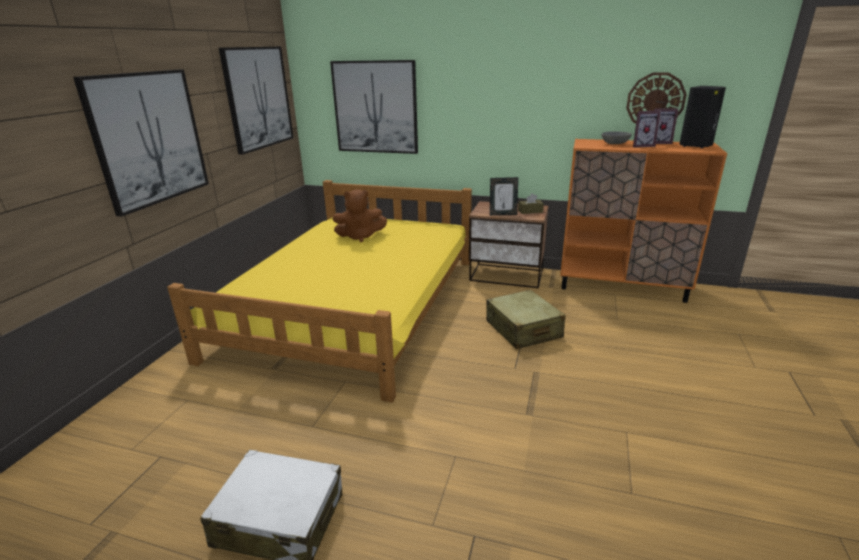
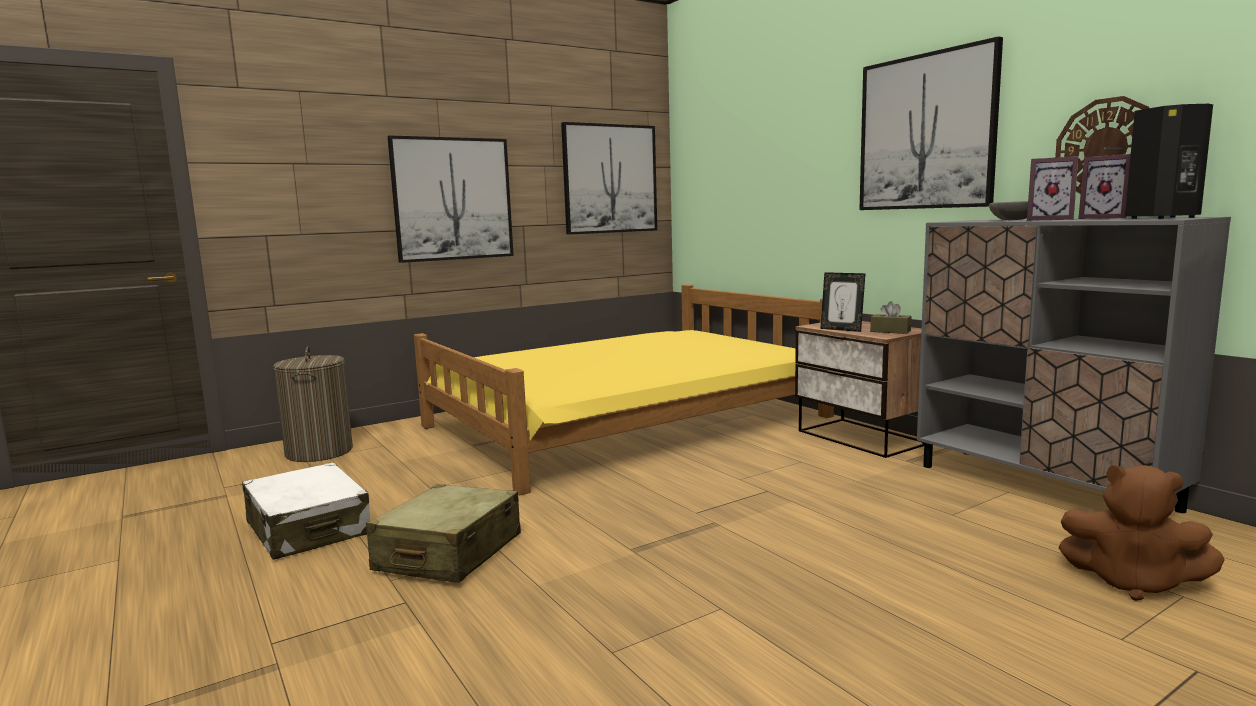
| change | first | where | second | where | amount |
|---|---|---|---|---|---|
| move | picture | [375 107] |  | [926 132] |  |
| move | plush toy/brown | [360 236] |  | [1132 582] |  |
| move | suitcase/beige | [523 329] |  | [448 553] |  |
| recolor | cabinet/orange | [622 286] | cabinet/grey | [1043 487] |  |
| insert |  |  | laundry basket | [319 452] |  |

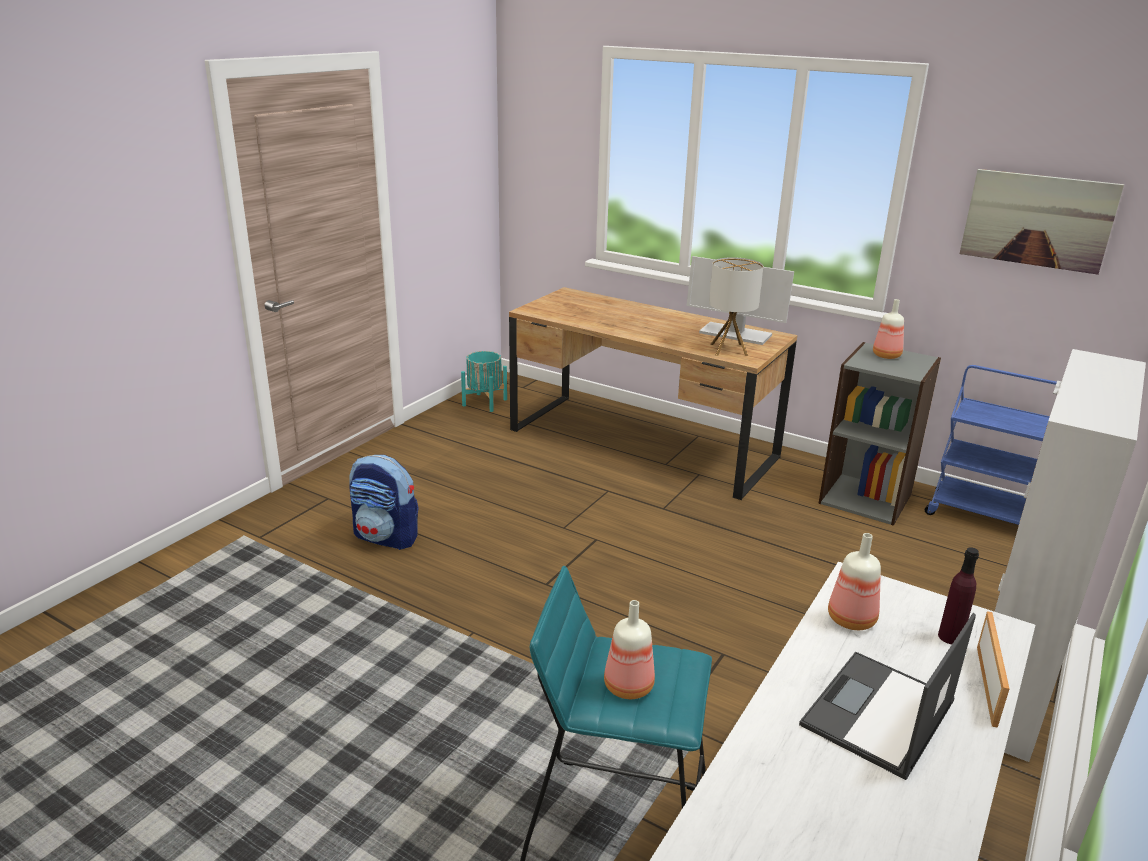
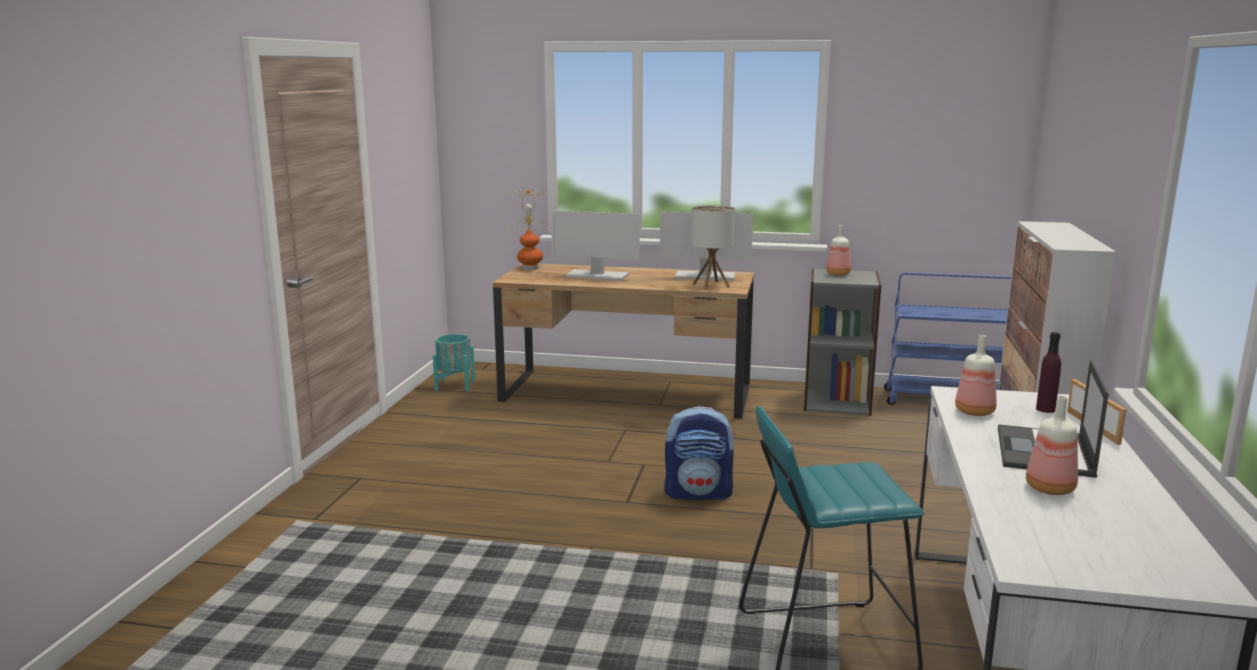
| change | first | where | second | where | amount |
|---|---|---|---|---|---|
| move | backpack | [386 537] |  | [699 493] |  |
| move | bottle | [628 688] |  | [1051 489] |  |
| delete | picture | [1037 220] |  |  |  |
| insert |  |  | table lamp | [530 268] |  |
| insert |  |  | monitor | [596 276] |  |

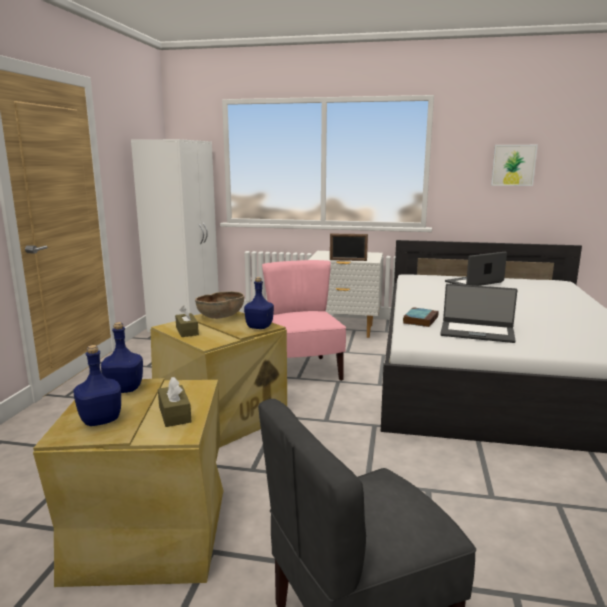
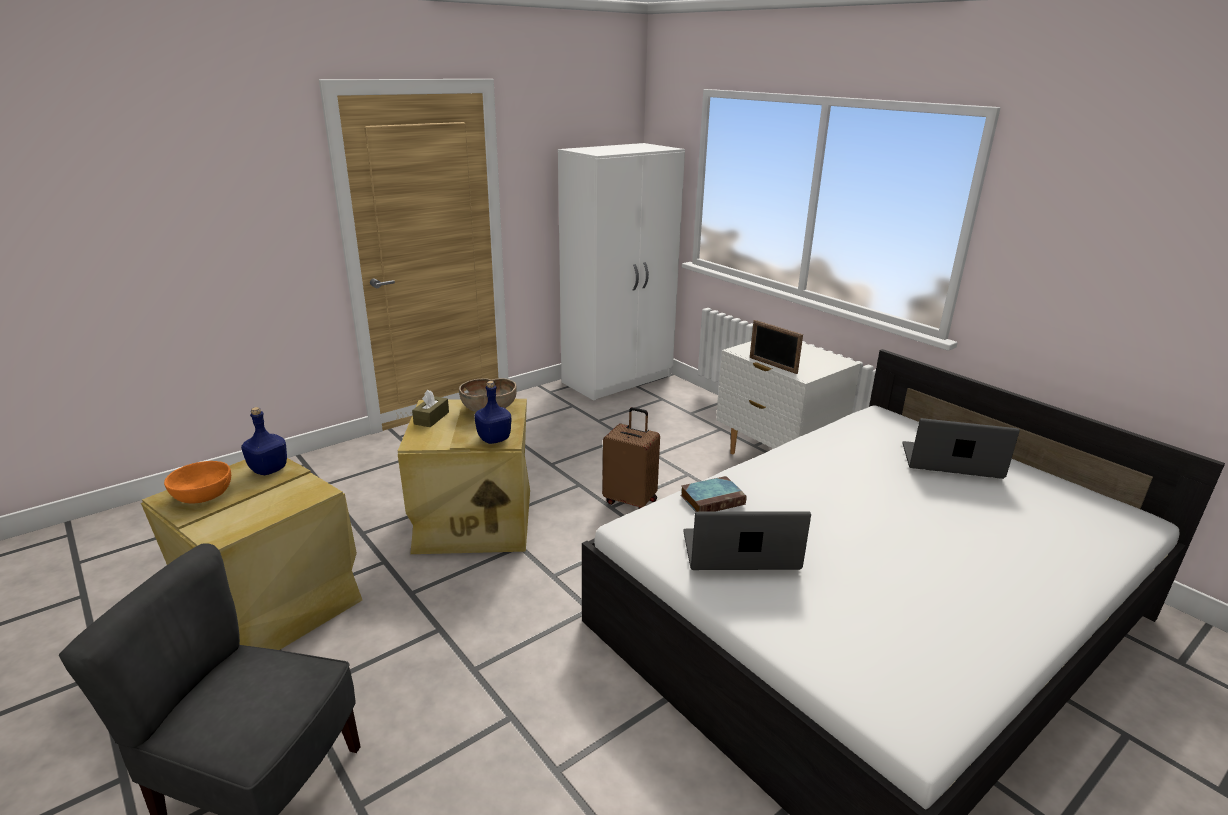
| change | first | where | second | where | amount |
|---|---|---|---|---|---|
| replace | bottle/blue | [99 420] | bowl/orange | [202 494] |  |
| delete | tissue box/brown | [174 414] |  |  |  |
| replace | chair/pink | [303 371] | suitcase/brown | [631 501] |  |
| rotate | laptop | [477 332] |  | [740 552] | 120 degrees clockwise |
| delete | picture | [513 165] |  |  |  |

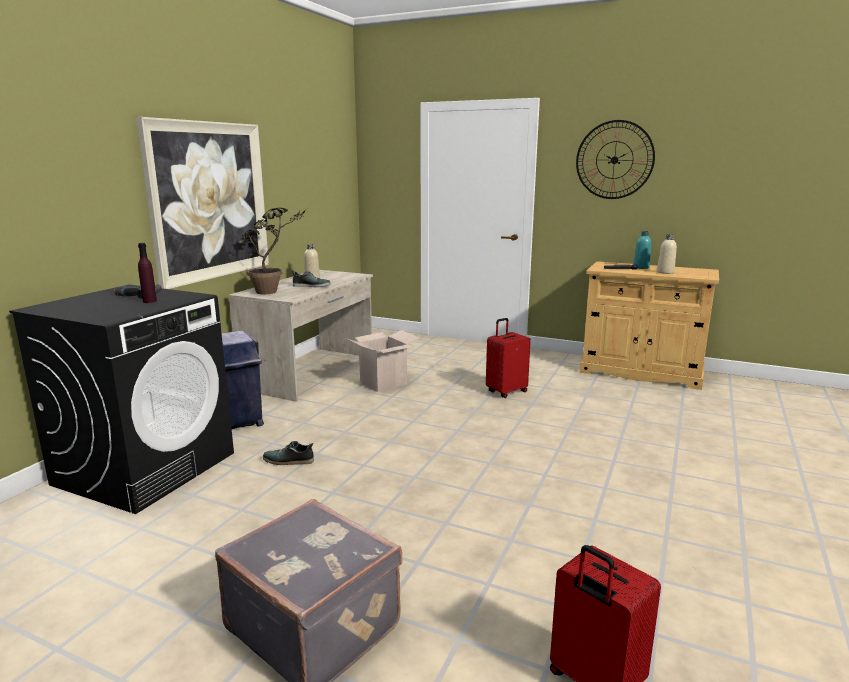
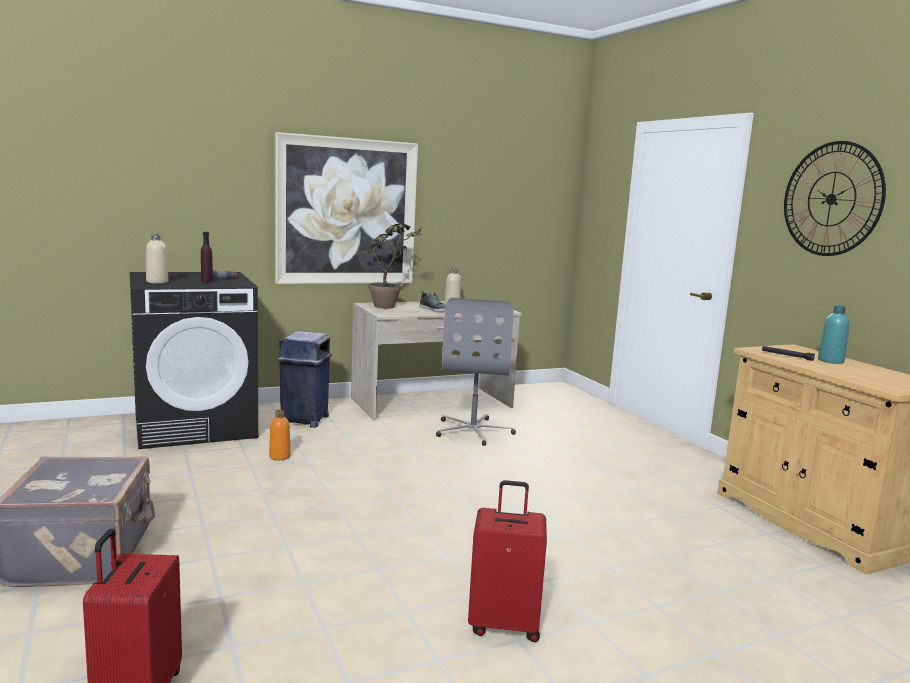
| change | first | where | second | where | amount |
|---|---|---|---|---|---|
| replace | shoe | [288 461] | bottle/orange | [279 457] |  |
| replace | cardboard box | [383 383] | office chair/grey | [473 431] |  |
| move | suitcase/red | [506 391] |  | [504 624] |  |
| move | bottle/beige | [665 272] |  | [157 282] |  |

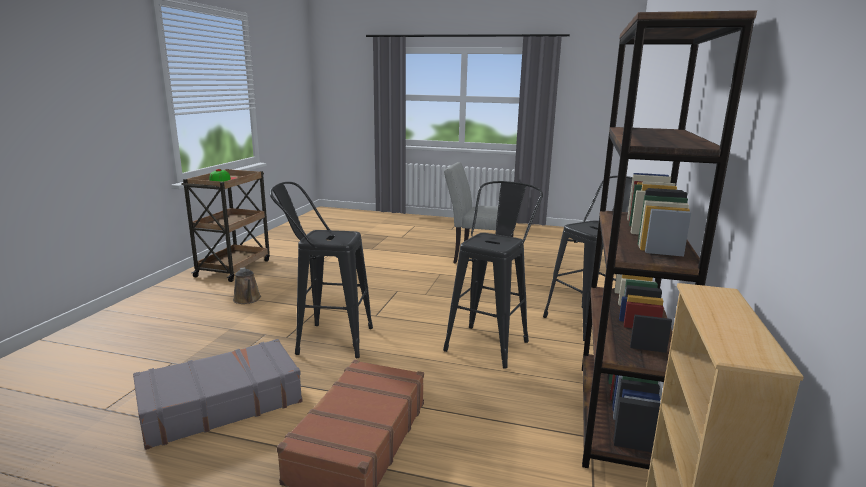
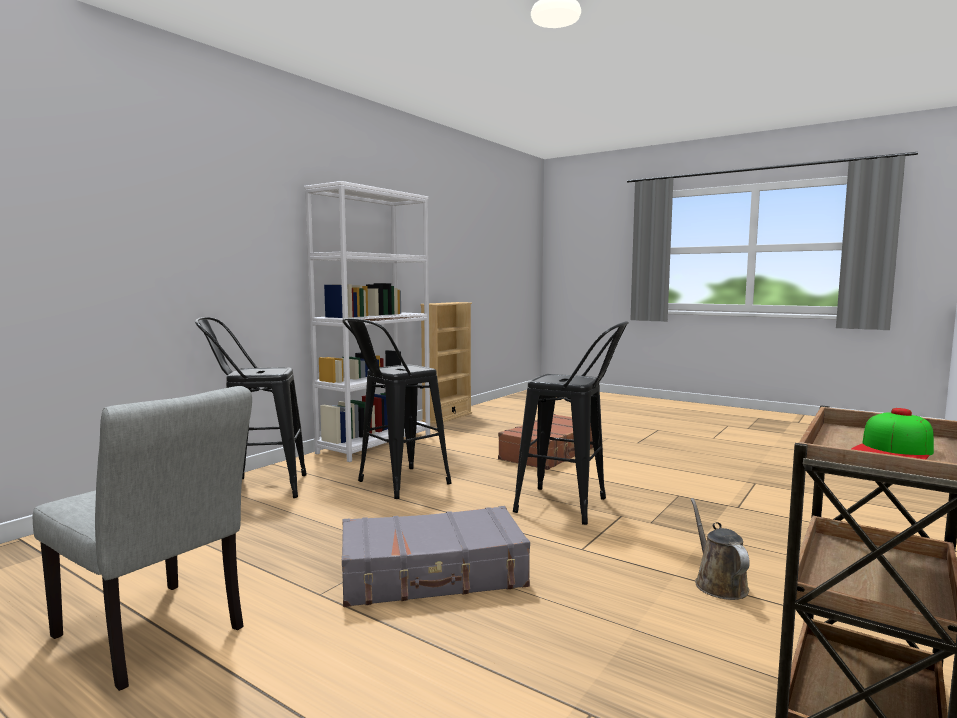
| change | first | where | second | where | amount |
|---|---|---|---|---|---|
| move | suitcase/grey | [220 404] |  | [433 575] |  |
| recolor | bookcase/brown | [617 417] | bookcase/white | [376 444] |  |

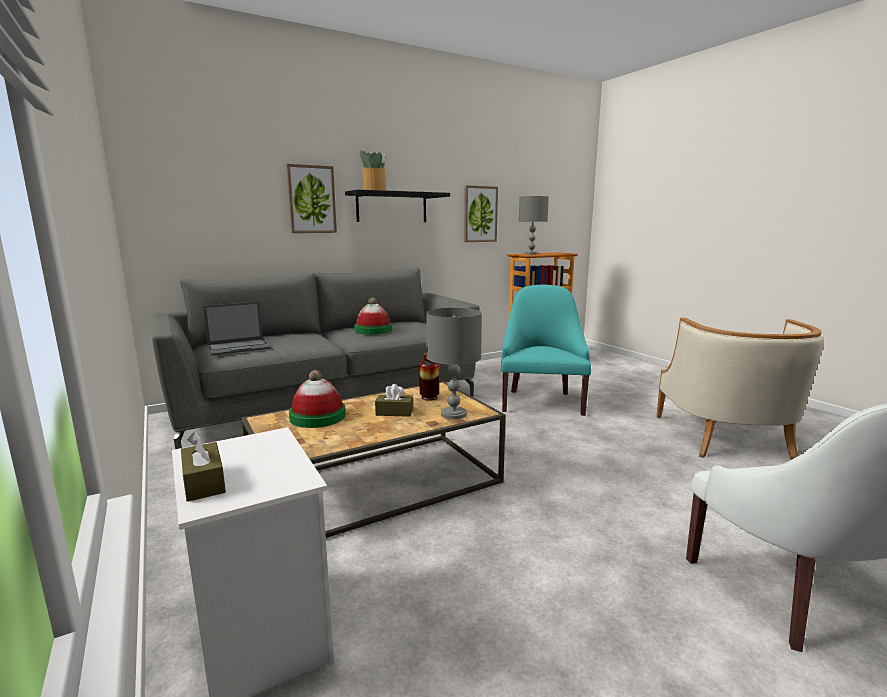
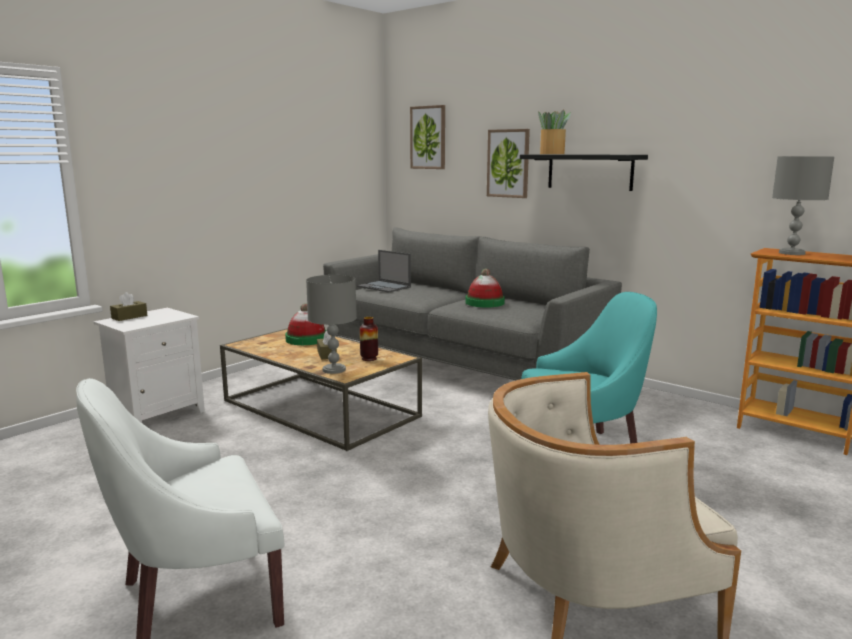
| change | first | where | second | where | amount |
|---|---|---|---|---|---|
| move | picture | [480 214] |  | [428 137] |  |

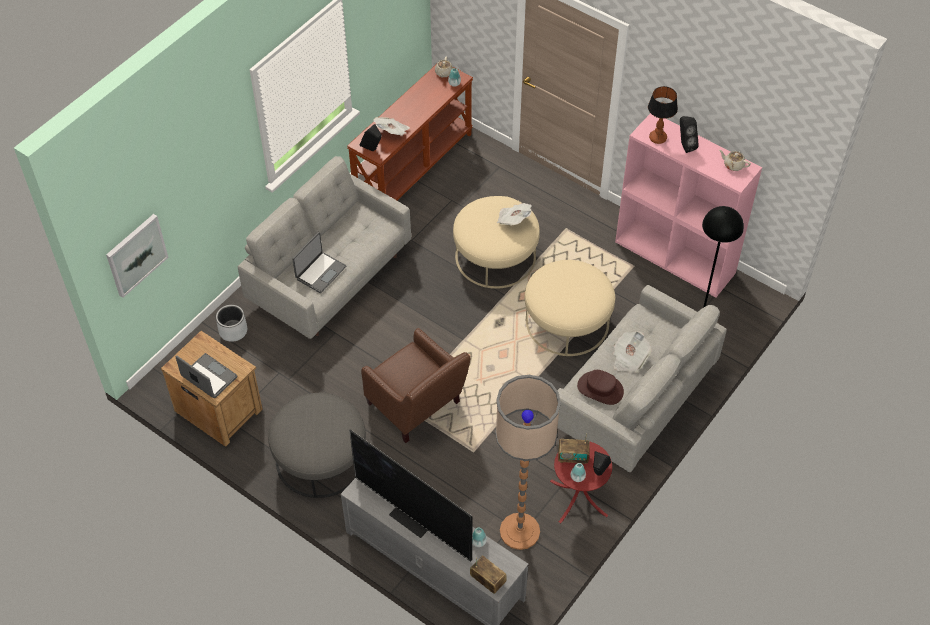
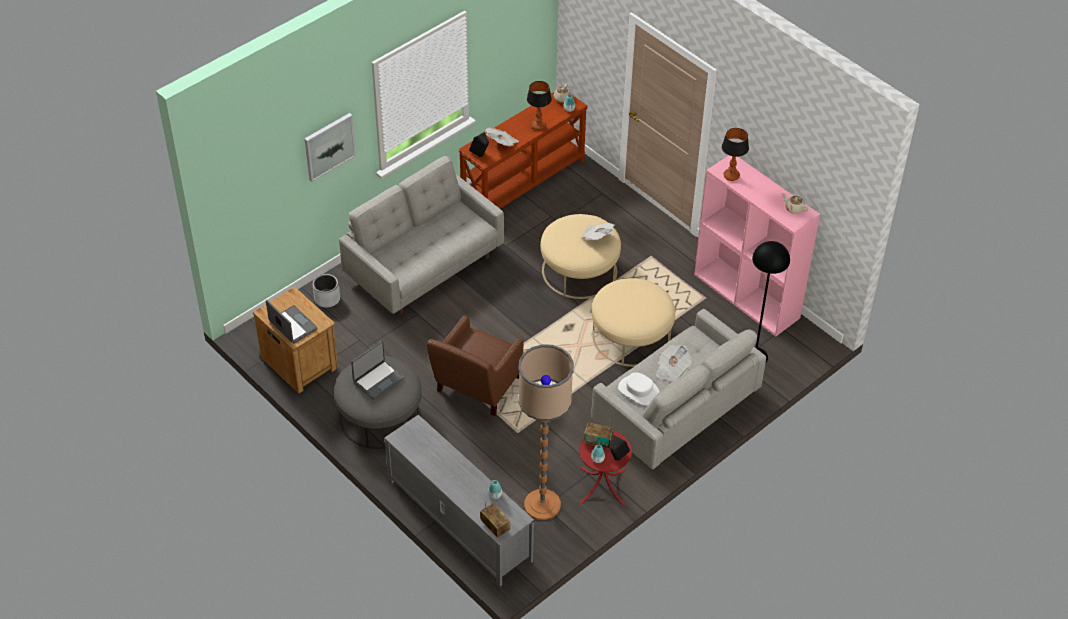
| change | first | where | second | where | amount |
|---|---|---|---|---|---|
| move | picture | [136 254] |  | [329 146] |  |
| move | laptop | [320 272] |  | [378 380] |  |
| delete | television | [412 518] |  |  |  |
| rotate | armchair/brown | [416 408] |  | [475 388] | 60 degrees clockwise |
| recolor | hat/brown | [600 389] | hat/white | [639 391] |  |
| delete | speaker/black | [685 145] |  |  |  |
| insert |  |  | table lamp | [538 126] |  |

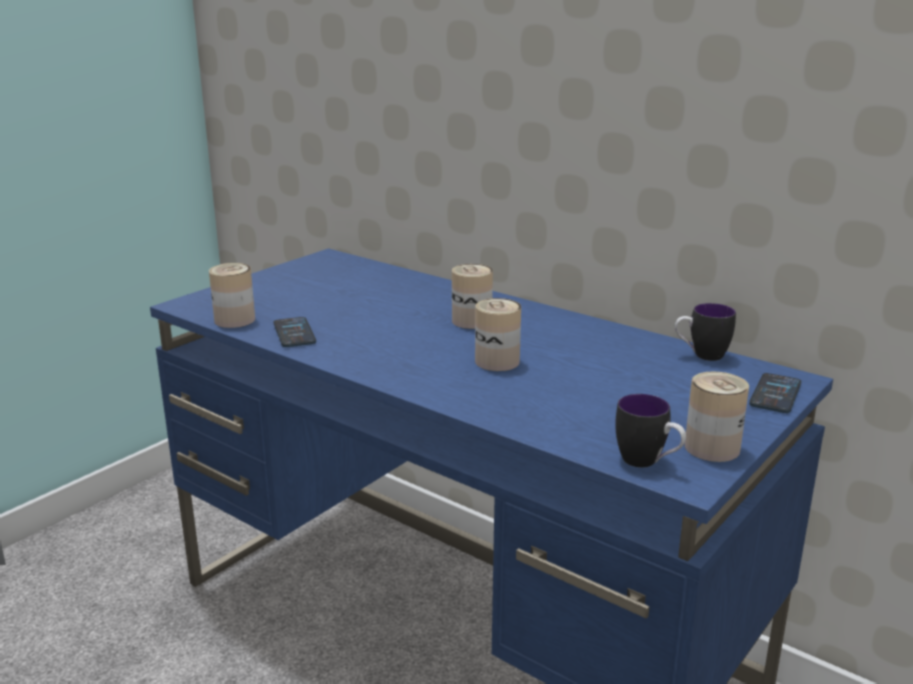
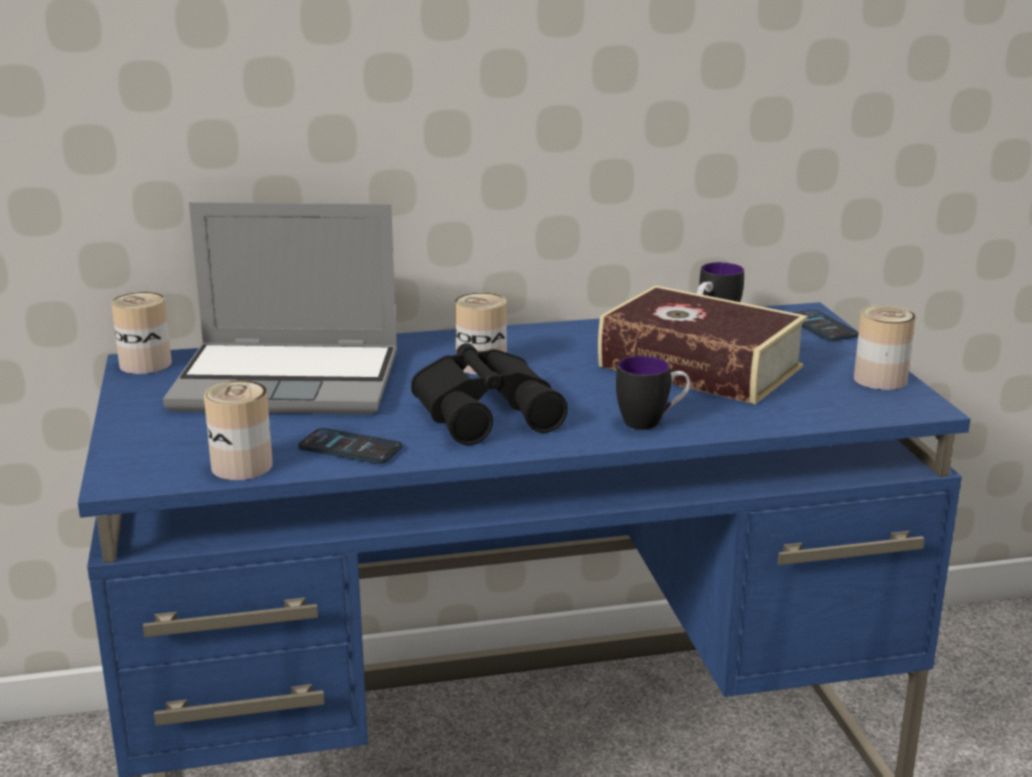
| change | first | where | second | where | amount |
|---|---|---|---|---|---|
| move | can | [497 361] |  | [145 364] |  |
| move | mug | [648 463] |  | [651 422] |  |
| insert |  |  | laptop | [291 381] |  |
| insert |  |  | binoculars/black | [488 410] |  |
| insert |  |  | book | [700 367] |  |

